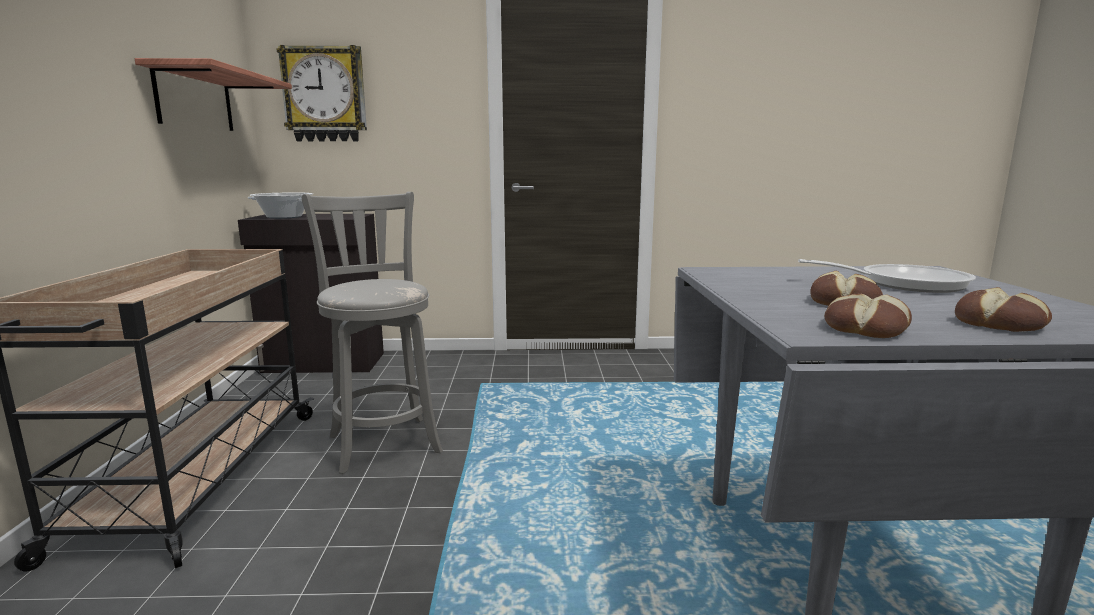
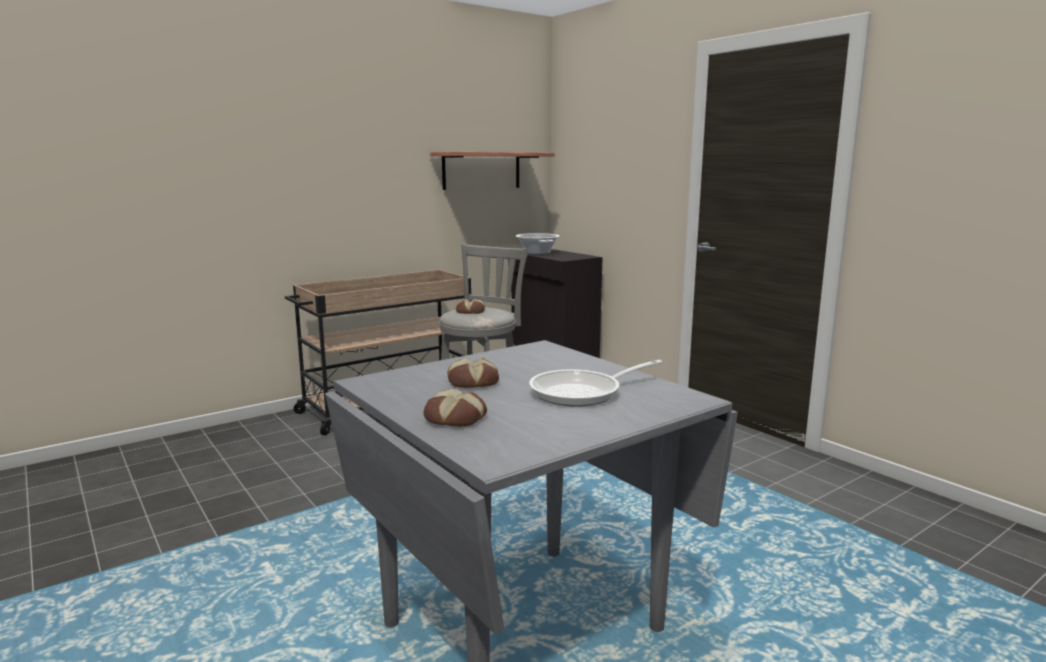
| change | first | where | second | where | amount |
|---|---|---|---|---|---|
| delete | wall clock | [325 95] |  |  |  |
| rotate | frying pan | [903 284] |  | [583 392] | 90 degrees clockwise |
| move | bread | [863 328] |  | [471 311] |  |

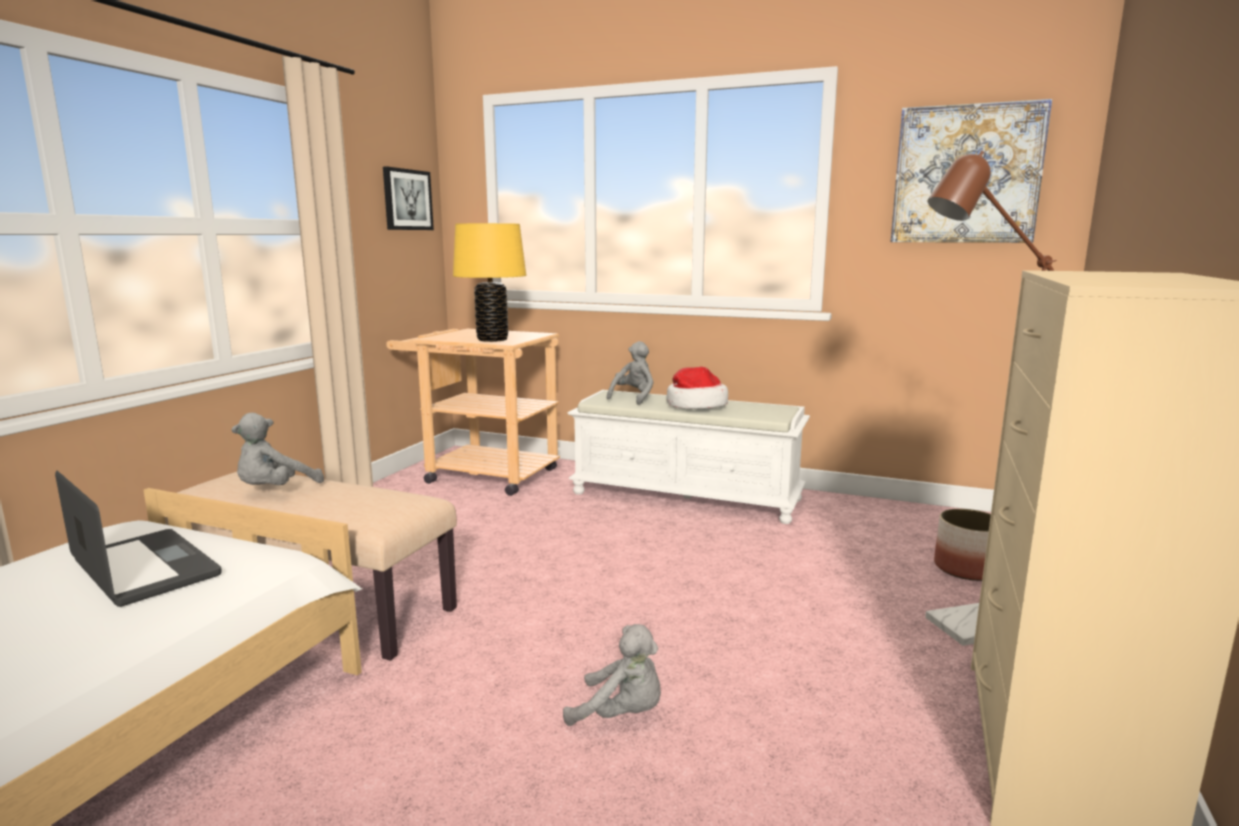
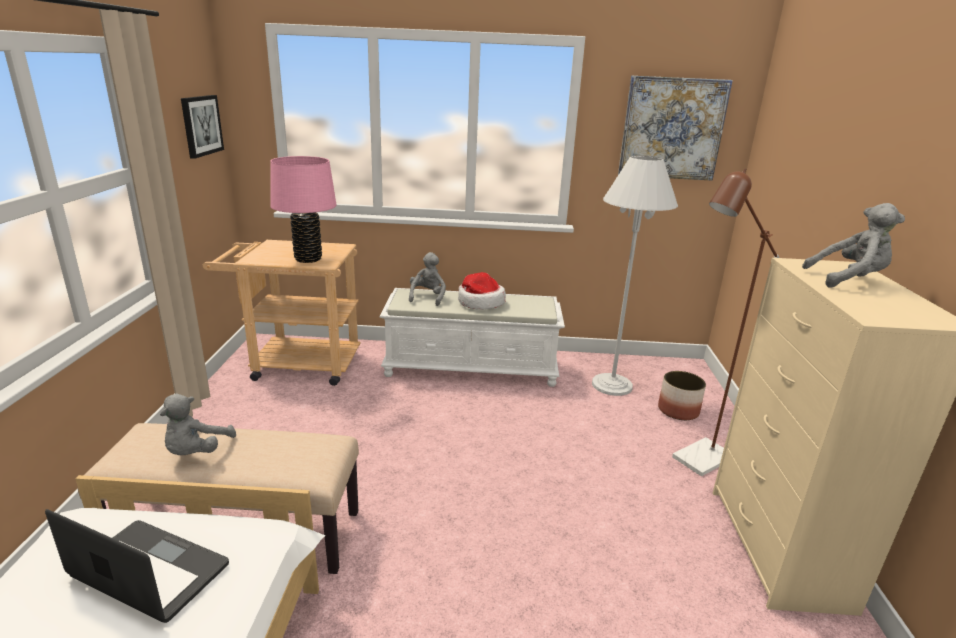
| change | first | where | second | where | amount |
|---|---|---|---|---|---|
| recolor | table lamp/yellow | [492 339] | table lamp/pink | [308 259] |  |
| move | plush toy/grey | [621 714] |  | [848 280] |  |
| insert |  |  | floor lamp/white | [612 385] |  |

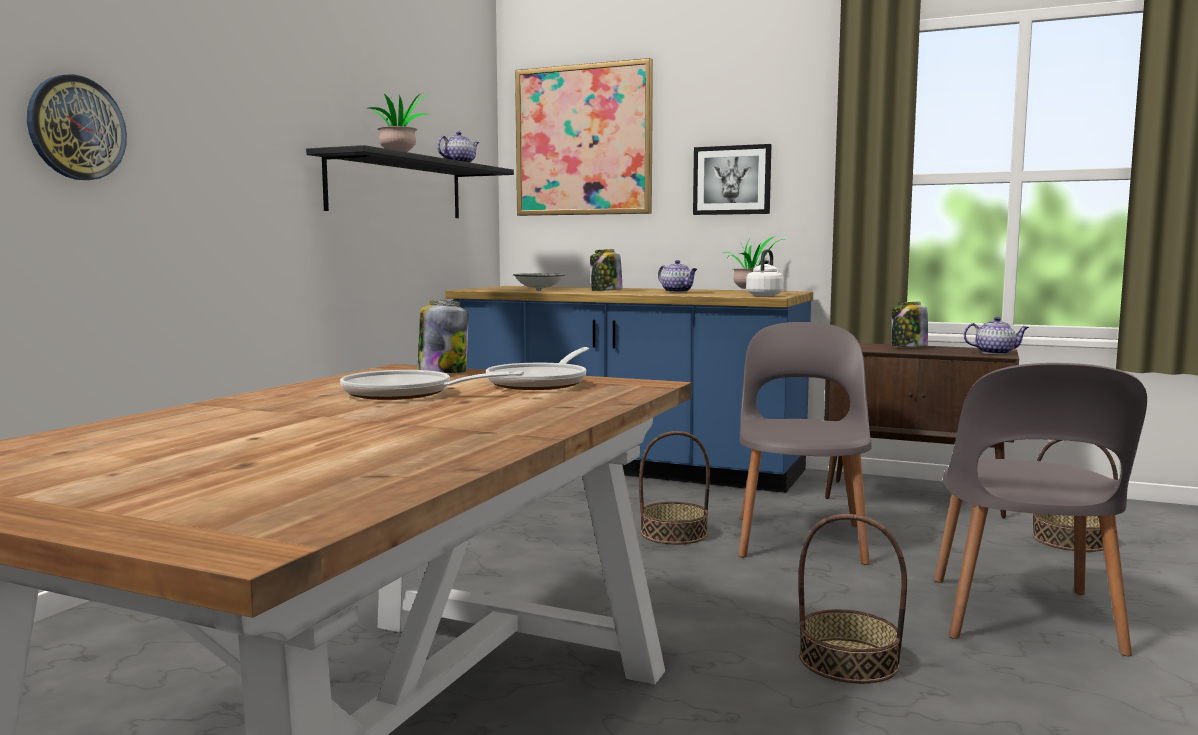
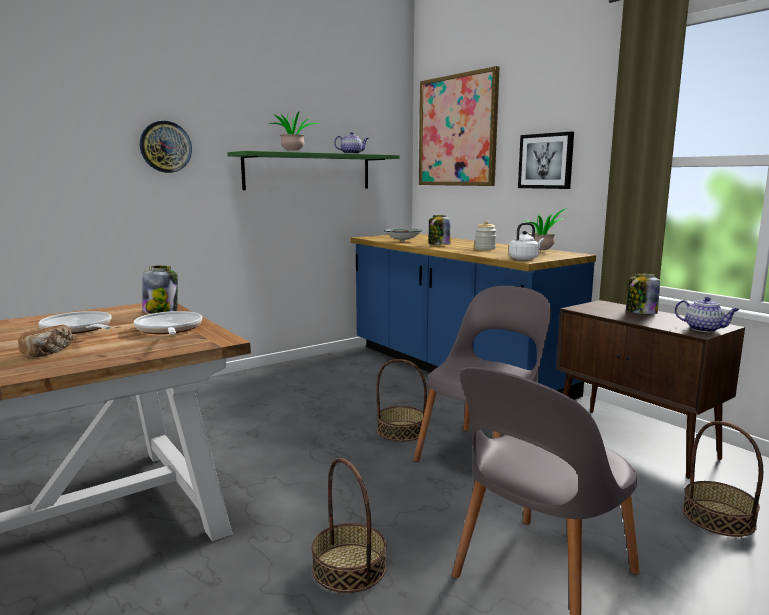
| change | first | where | second | where | amount |
|---|---|---|---|---|---|
| move | wall clock | [76 128] |  | [165 147] |  |
| recolor | shelf/black | [397 188] | shelf/green | [308 171] |  |
| rotate | frying pan | [541 383] |  | [169 330] | 105 degrees clockwise |
| replace | teapot | [678 291] | jar | [485 248] |  |
| insert |  |  | bread | [49 352] |  |

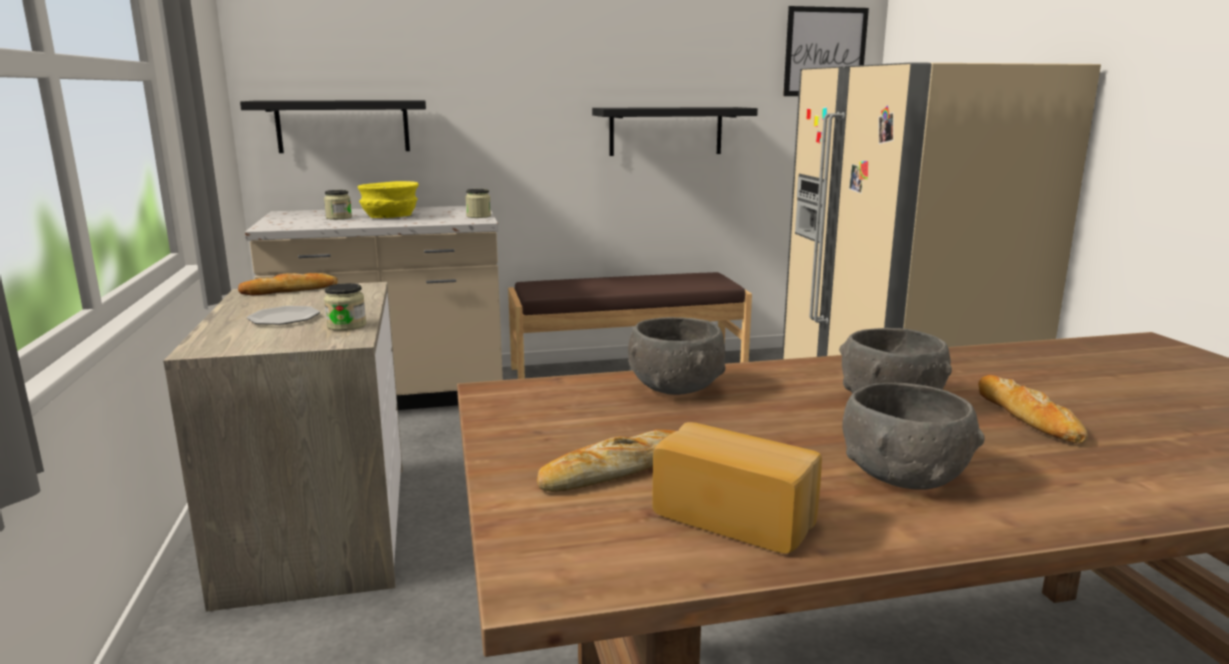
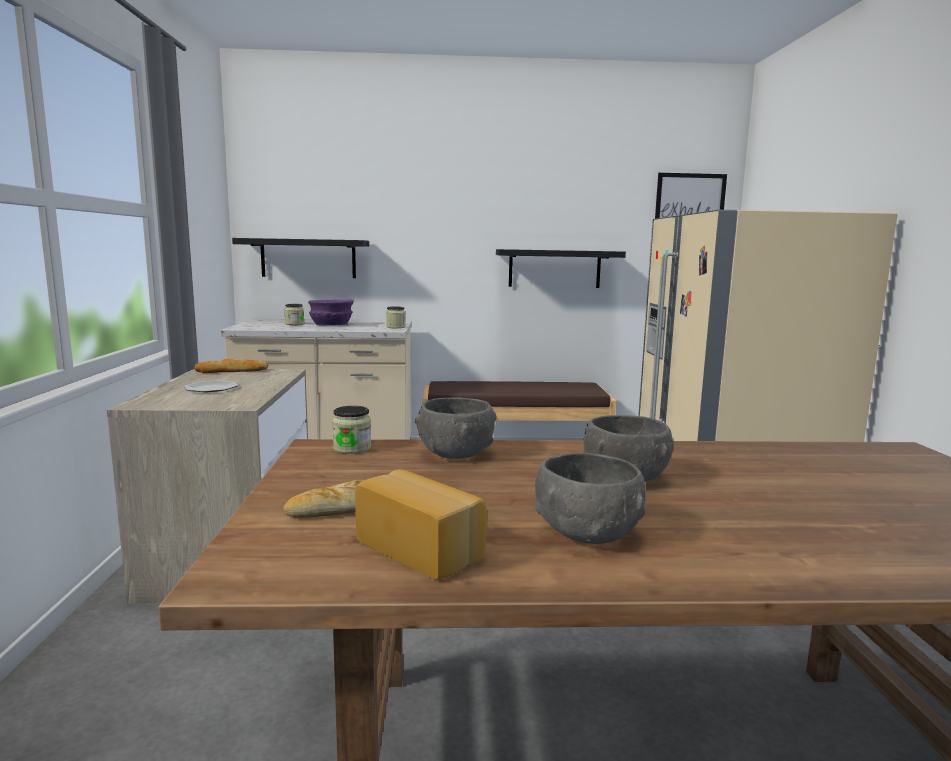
| change | first | where | second | where | amount |
|---|---|---|---|---|---|
| move | jar | [346 326] |  | [352 448] |  |
| recolor | bowl/yellow | [389 217] | bowl/purple | [330 325] |  |
| delete | bread | [1027 416] |  |  |  |

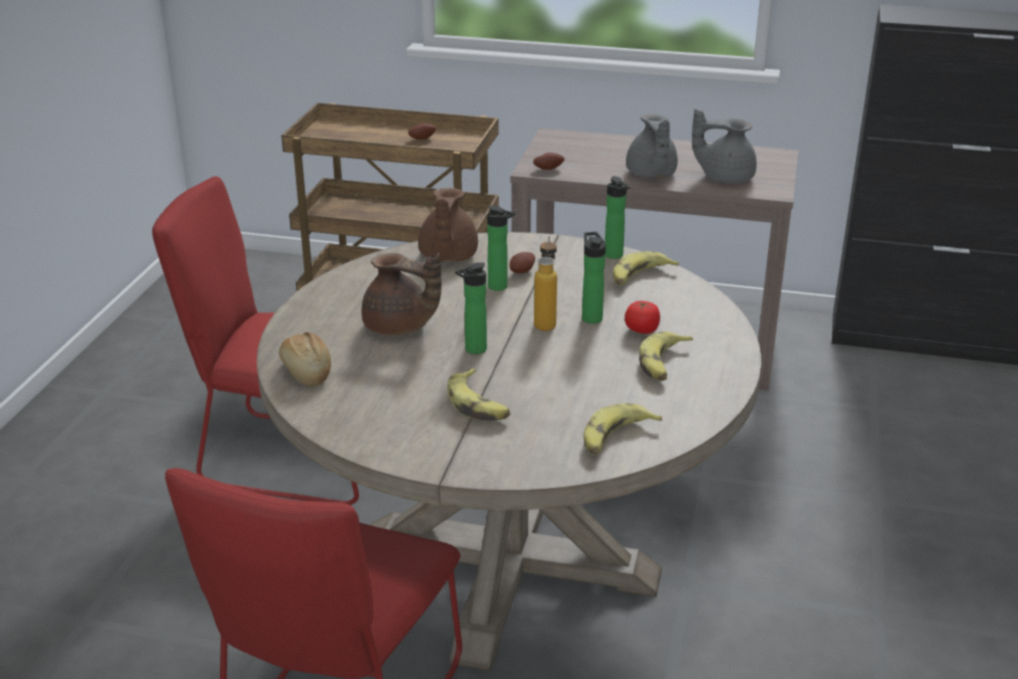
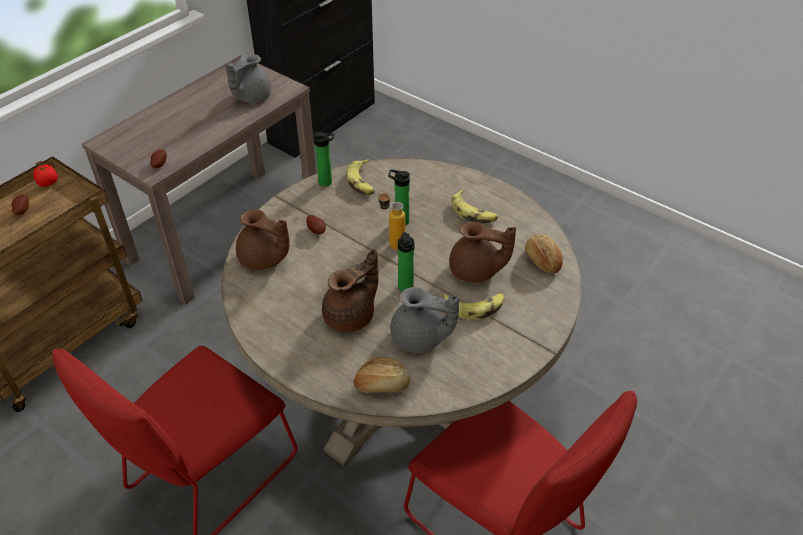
| change | first | where | second | where | amount |
|---|---|---|---|---|---|
| delete | bottle | [500 287] |  |  |  |
| replace | banana | [615 438] | bread | [542 260] |  |
| move | tomato | [642 330] |  | [48 183] |  |
| move | teapot/grey | [651 174] |  | [420 338] |  |
| insert |  |  | teapot/brown | [476 271] |  |

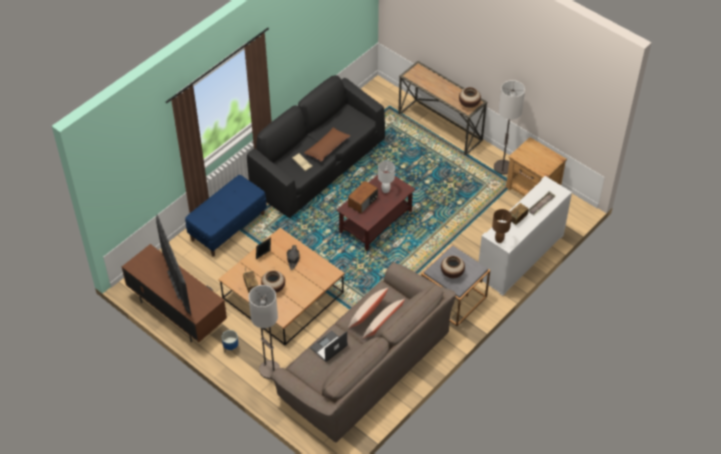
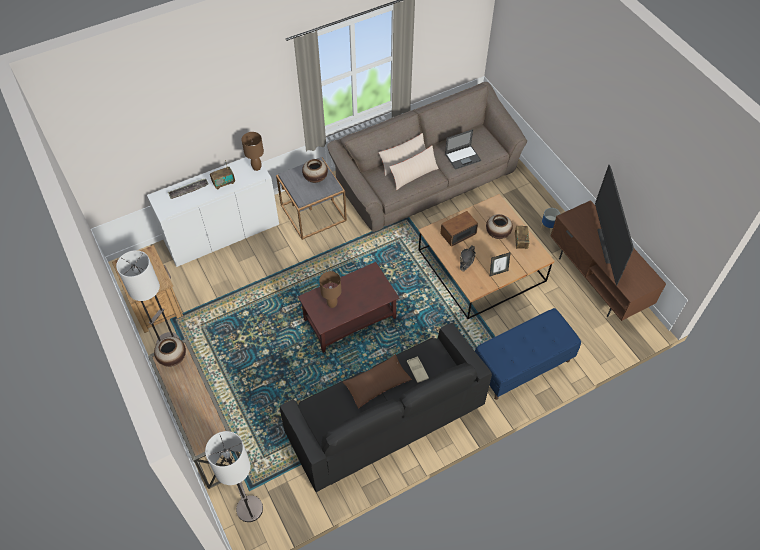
| change | first | where | second | where | amount |
|---|---|---|---|---|---|
| move | floor lamp | [269 370] |  | [249 509] |  |
| move | radio | [363 202] |  | [457 233] |  |
| recolor | table lamp/white | [386 190] | table lamp/brown | [332 304] |  |

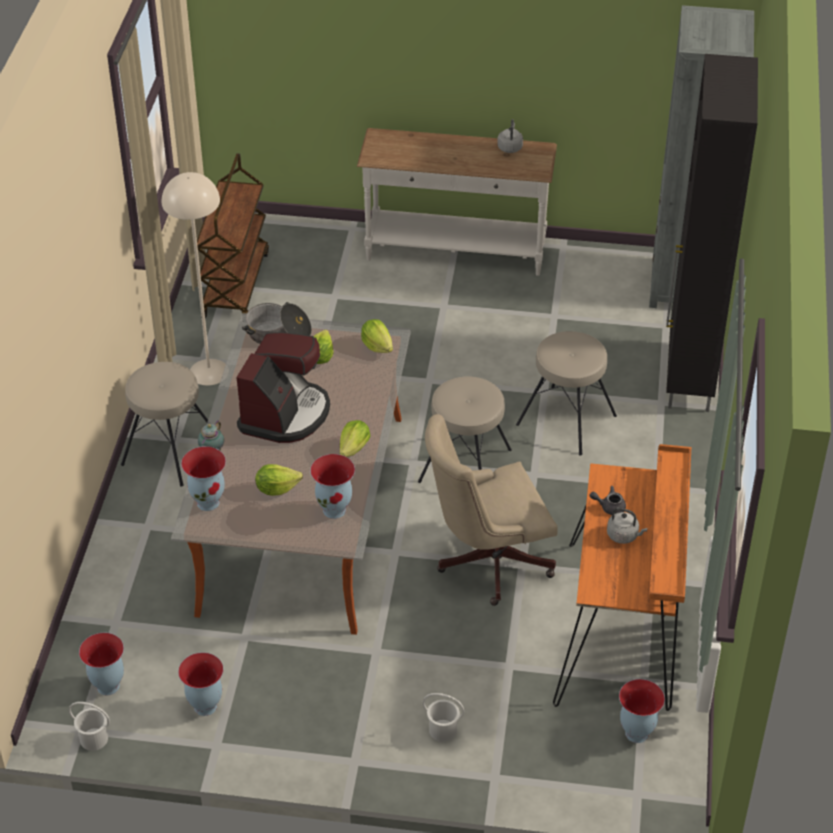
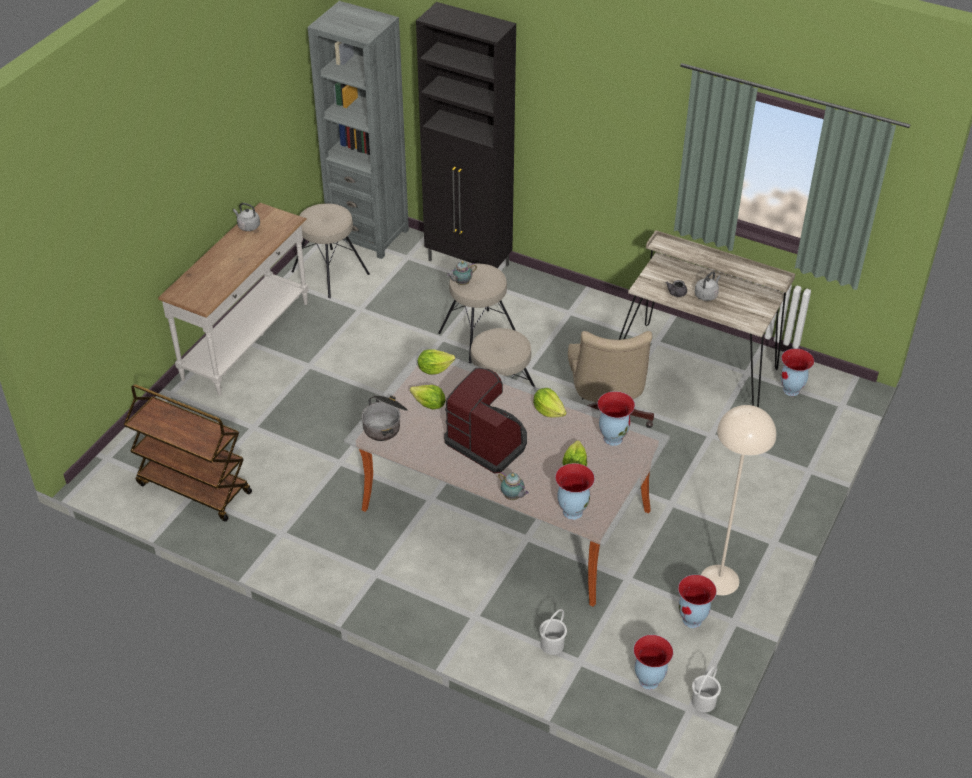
| change | first | where | second | where | amount |
|---|---|---|---|---|---|
| move | stool/beige | [170 450] |  | [330 273] |  |
| move | floor lamp/beige | [208 372] |  | [719 580] |  |
| move | bucket/white | [443 731] |  | [552 645] |  |
| recolor | desk/orange | [622 629] | desk/beige | [697 369] |  |
| insert |  |  | teapot | [461 283] |  |

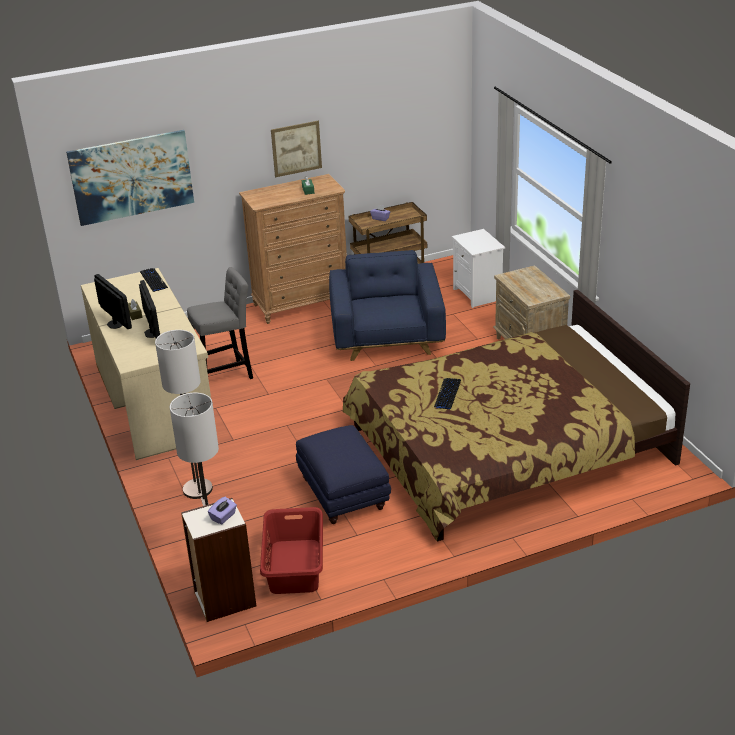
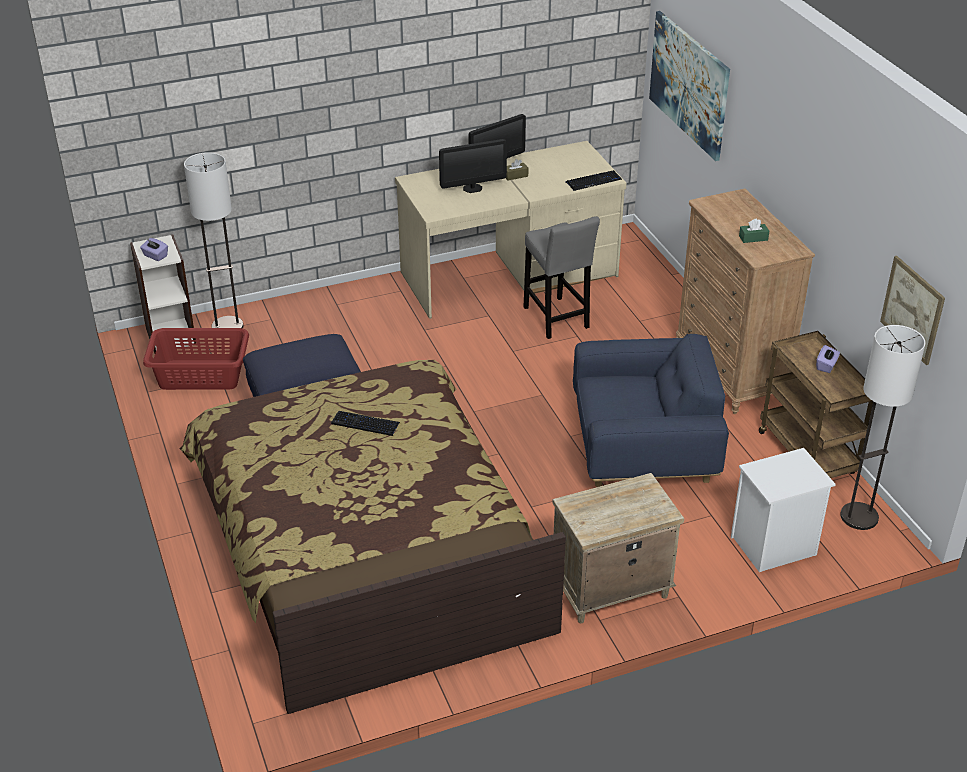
| change | first | where | second | where | amount |
|---|---|---|---|---|---|
| move | floor lamp | [197 489] |  | [859 516] |  |
| move | picture | [296 148] |  | [912 309] |  |

